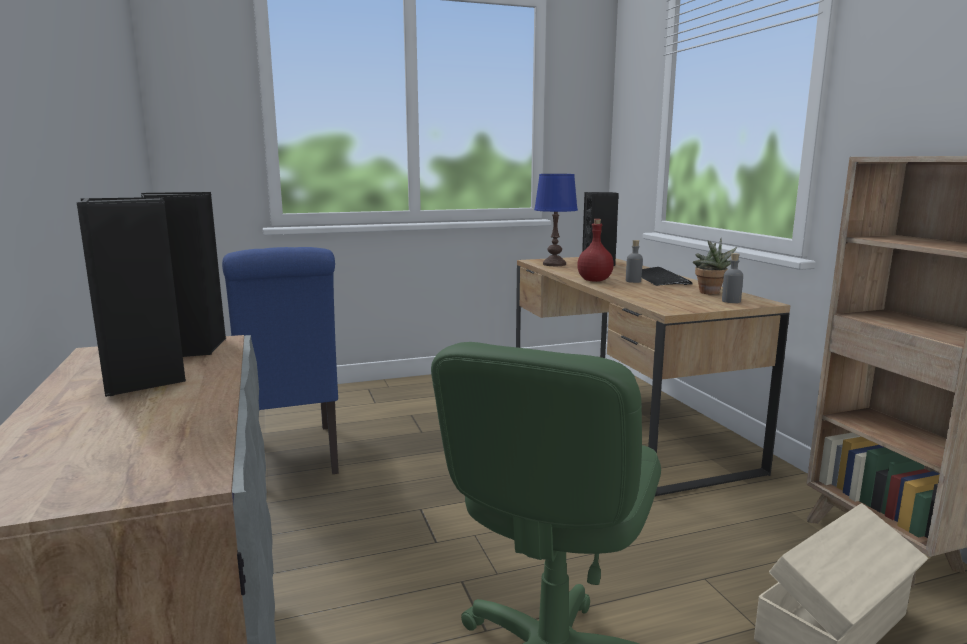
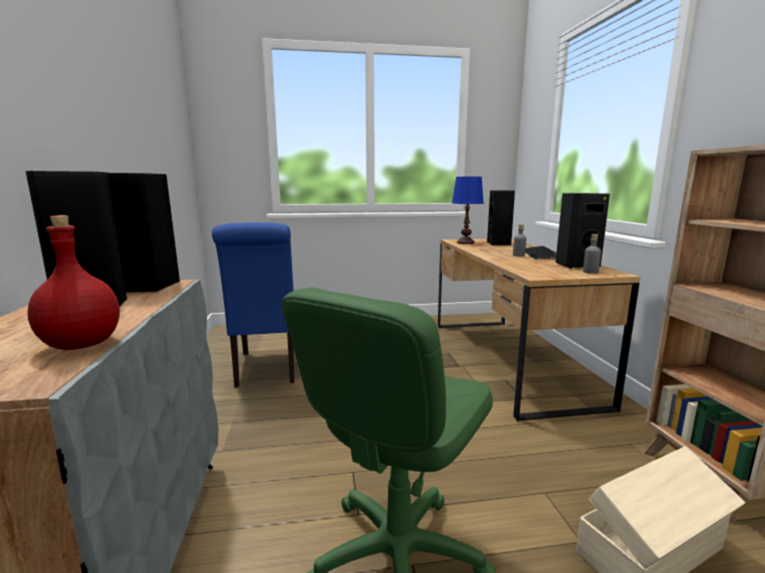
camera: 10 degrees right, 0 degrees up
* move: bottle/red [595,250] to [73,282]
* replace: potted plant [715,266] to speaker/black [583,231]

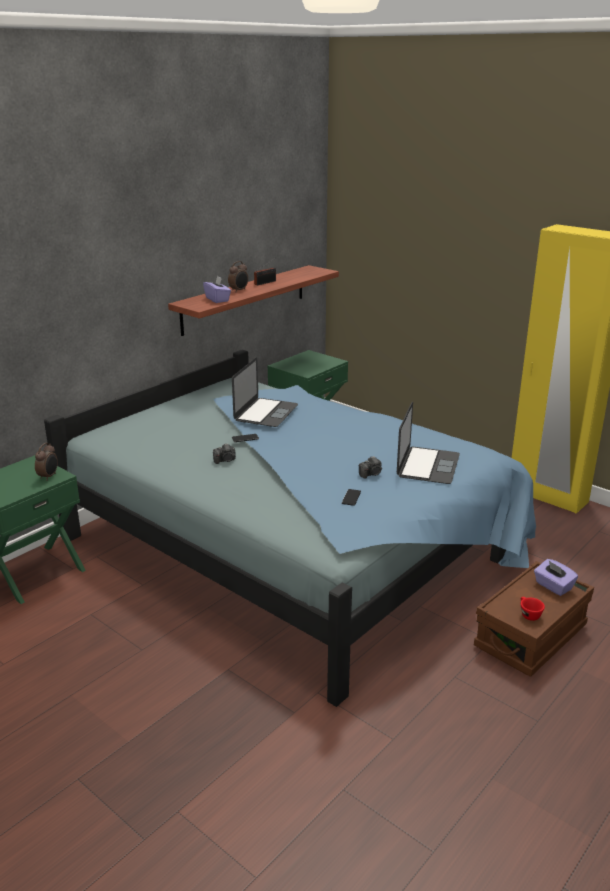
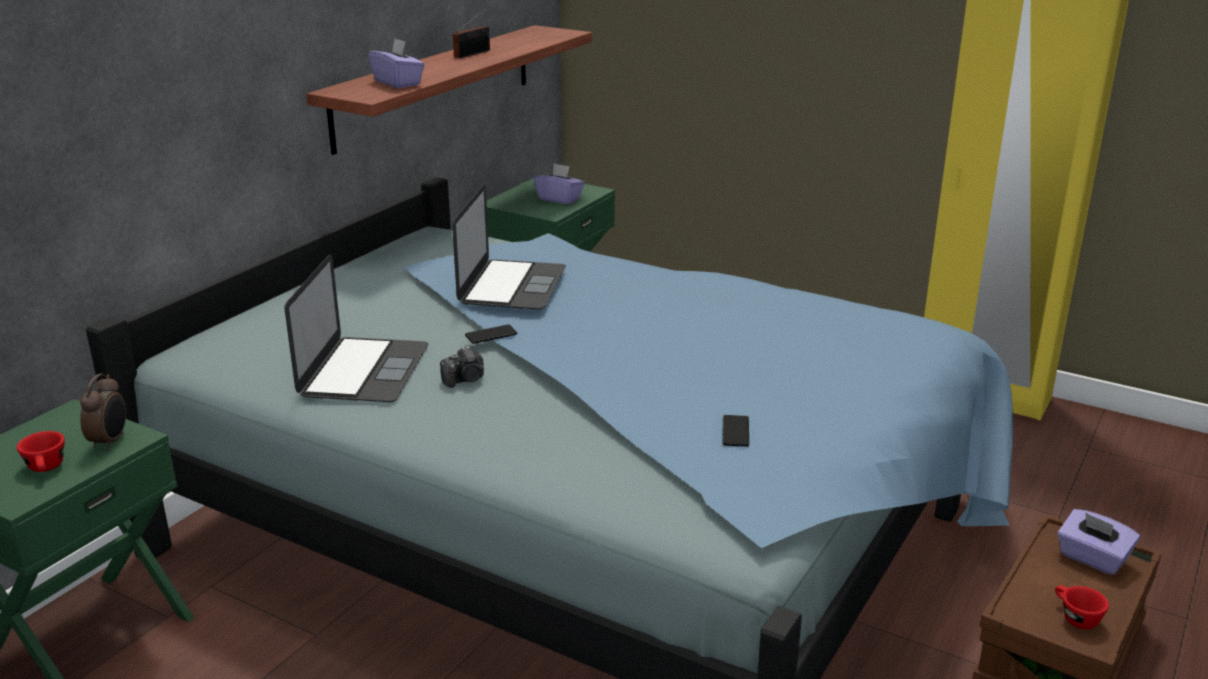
camera: 10 degrees left, 0 degrees up
* delete: alarm clock [238,276]
* delete: photo camera [370,467]
* insert: cup/red [41,451]
* insert: tissue box/purple [559,183]
* move: laptop [428,443] to [356,328]

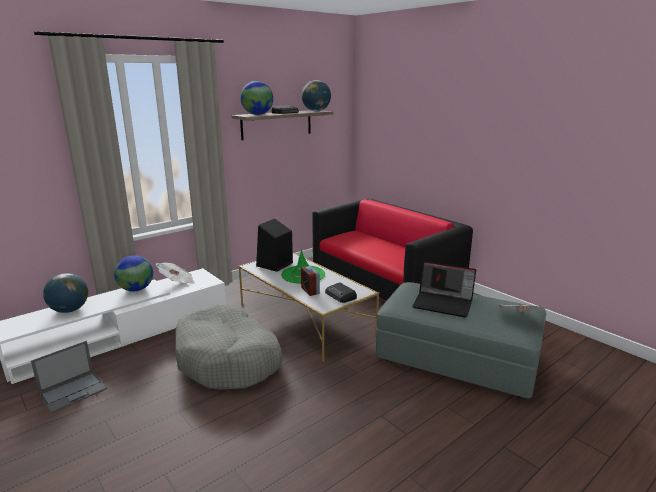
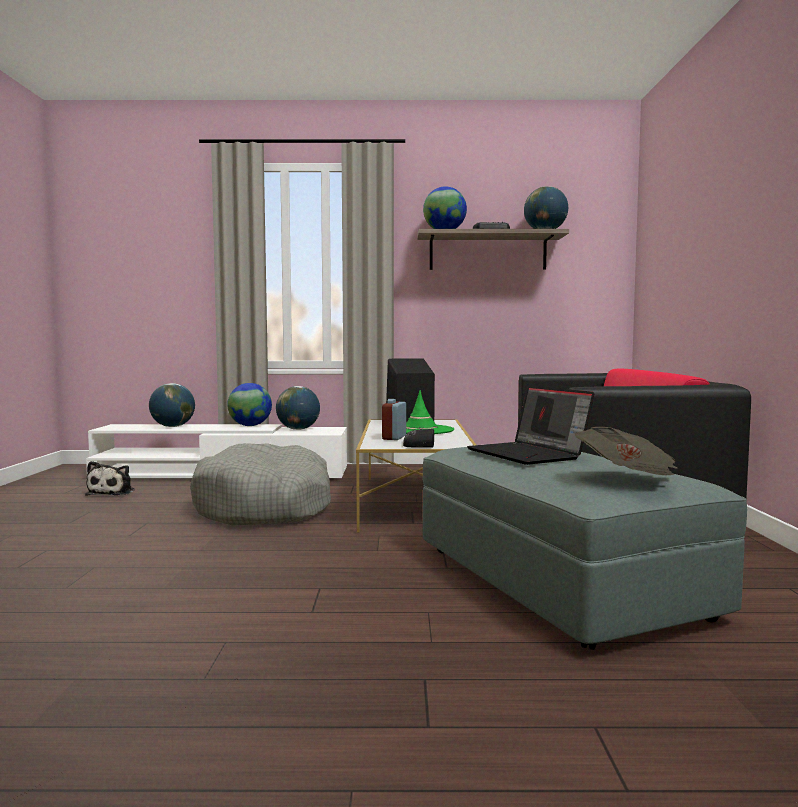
camera: 40 degrees right, 15 degrees down
* replace: laptop [69,377] to plush toy [109,478]
* replace: newspaper [175,273] to globe [298,408]

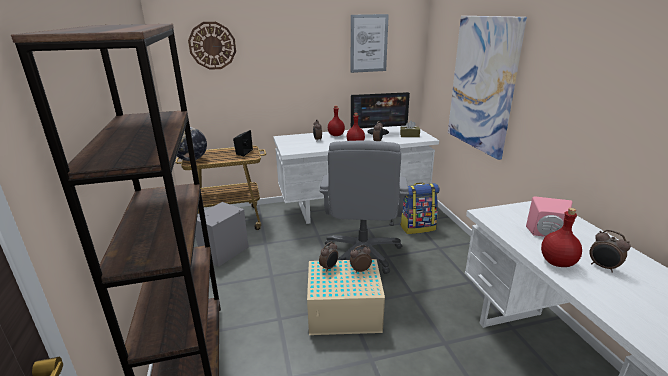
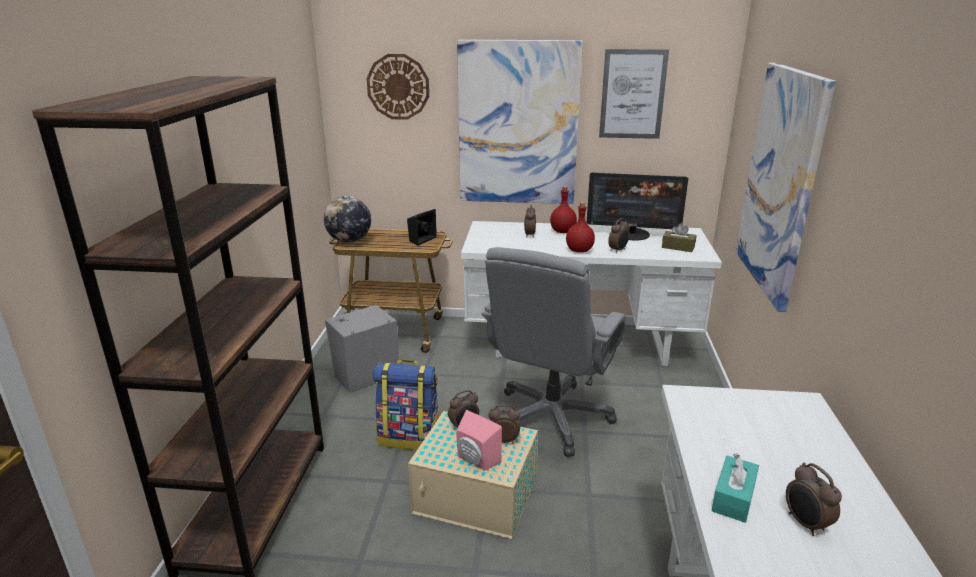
camera: 20 degrees right, 0 degrees up
* insert: picture [520,122]
* move: backpack [419,208] to [406,405]
* move: speaker/pink [549,216] to [479,440]
* replace: bottle/red [561,237] to tissue box/turquoise [735,488]

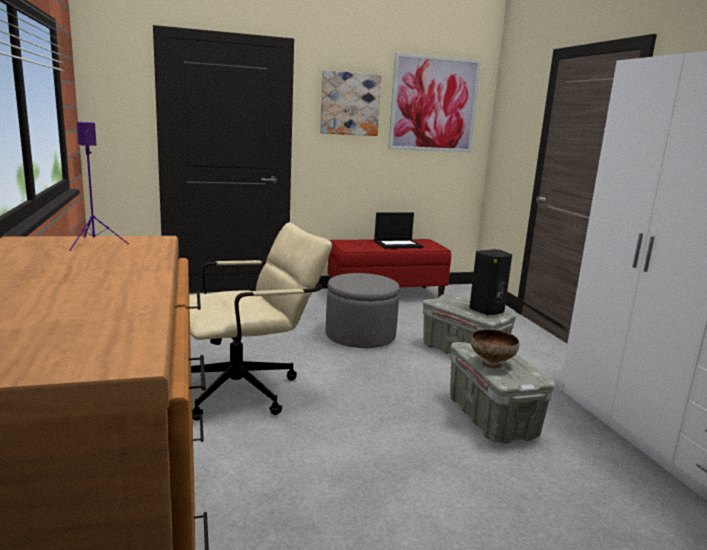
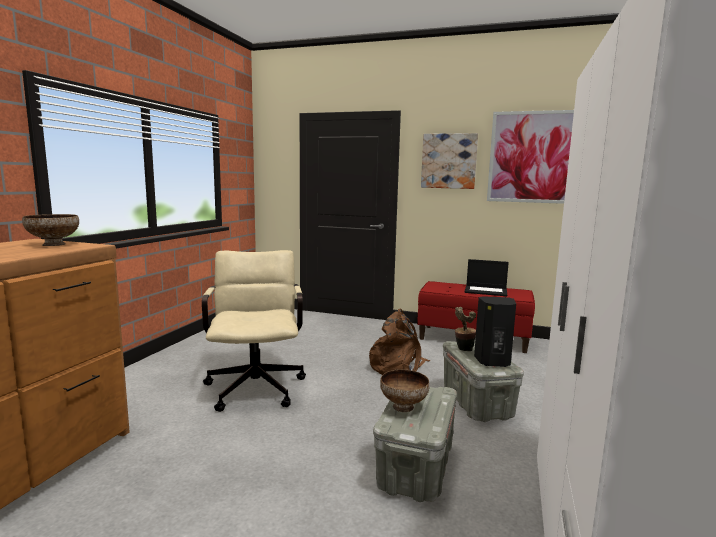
camera: 35 degrees right, 5 degrees down
* insert: potted plant [465,329]
* replace: speaker/purple [99,186] to bowl [50,230]
* replace: ottoman/grey [363,310] to backpack/brown [400,341]
* rotate: office chair/beige [260,322] = [254,331] 105 degrees counterclockwise

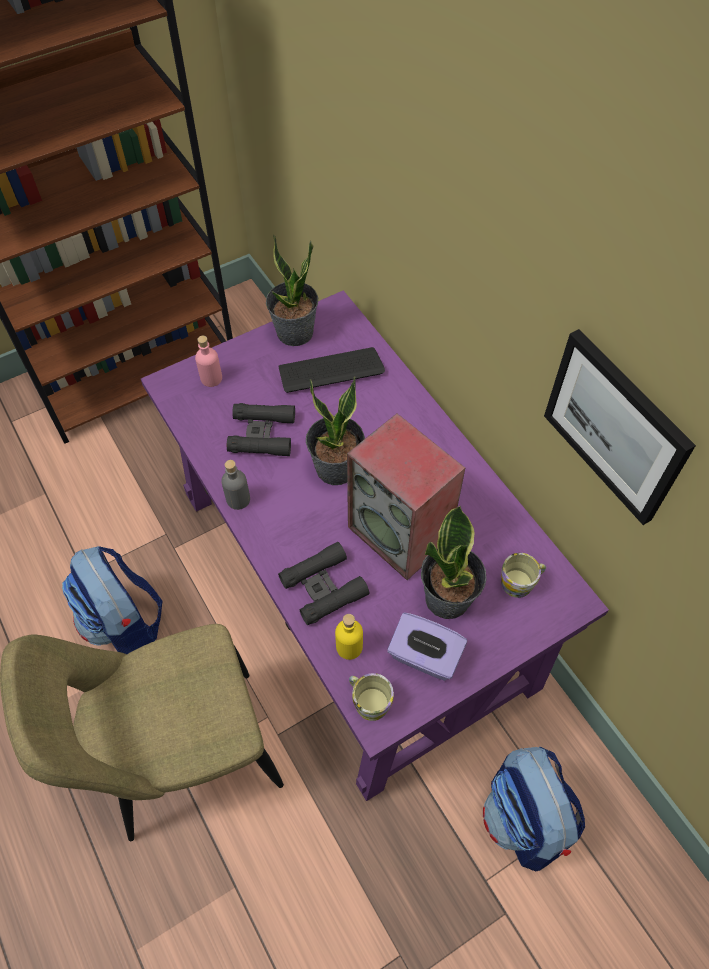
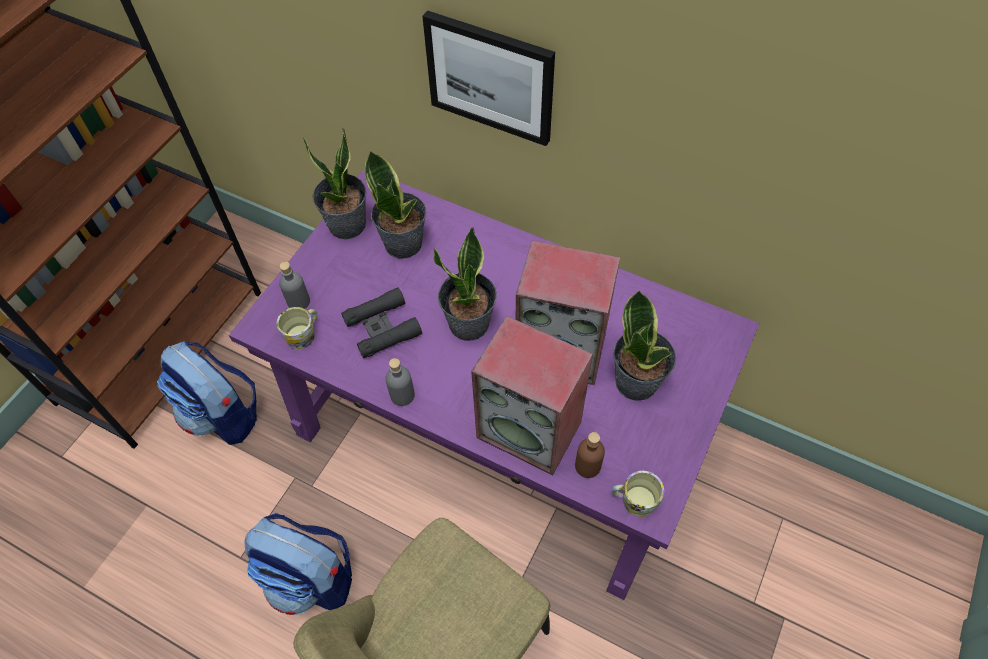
camera: 30 degrees left, 0 degrees up
* delete: tissue box/purple [427,646]
* move: backpack [534,809] to [207,393]
* move: mug [523,575] to [297,328]
* move: picture [620,427] to [488,78]
* replace: keyboard [331,370] to potted plant [395,204]
* replace: binoculars/black [324,583] to speaker [532,395]
* recolor: bottle/pink [208,361] to bottle/grey [294,285]
* recolor: bottle/yellow [349,637] to bottle/brown [590,455]

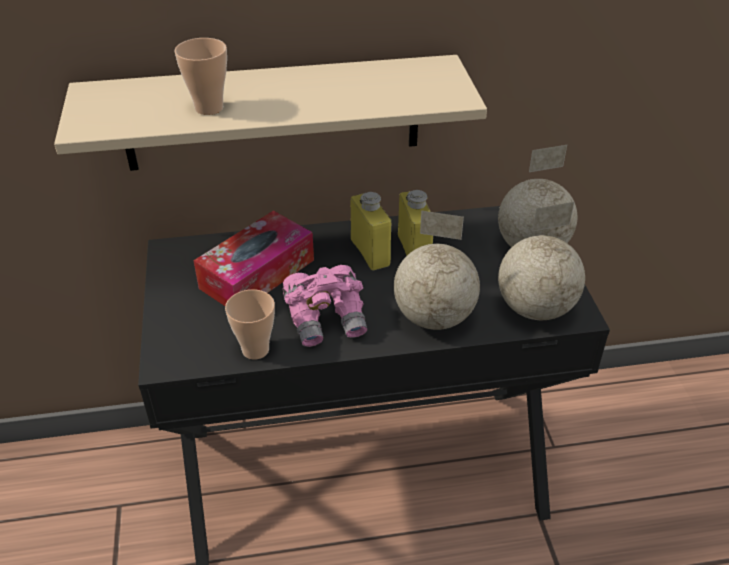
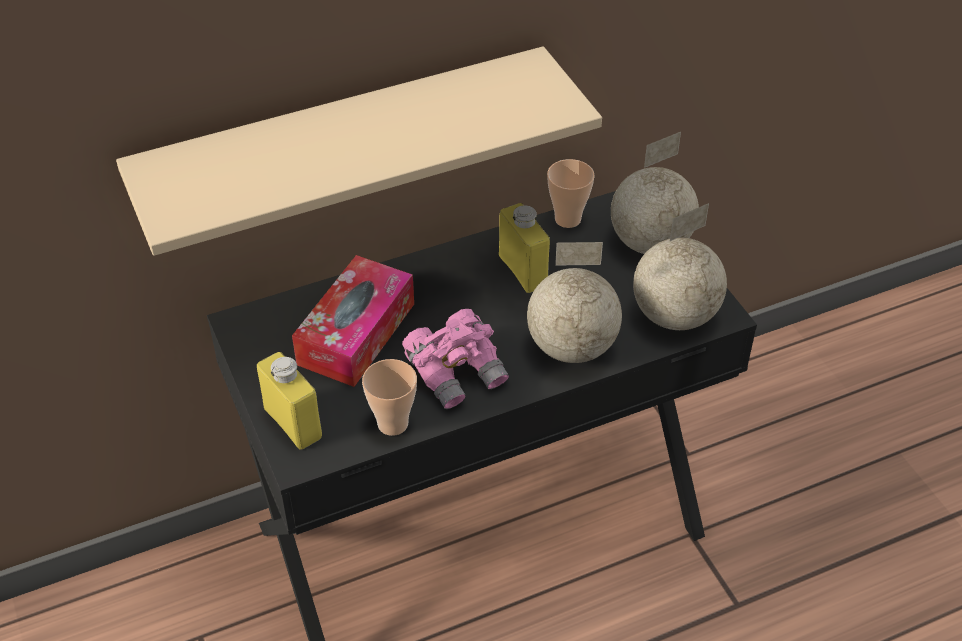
camera: 15 degrees left, 5 degrees up
* move: cup [200,76] to [570,193]
* move: bottle/yellow [371,231] to [289,401]

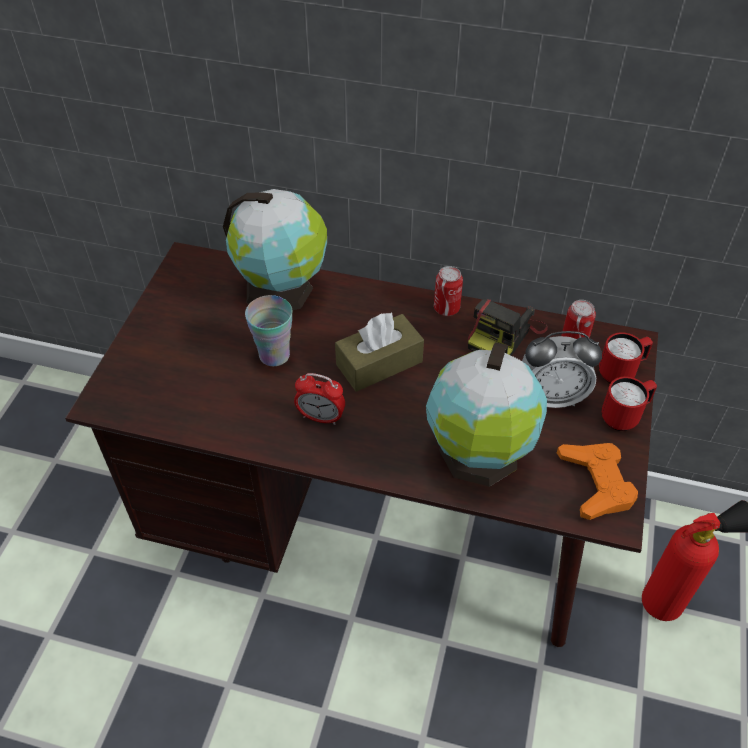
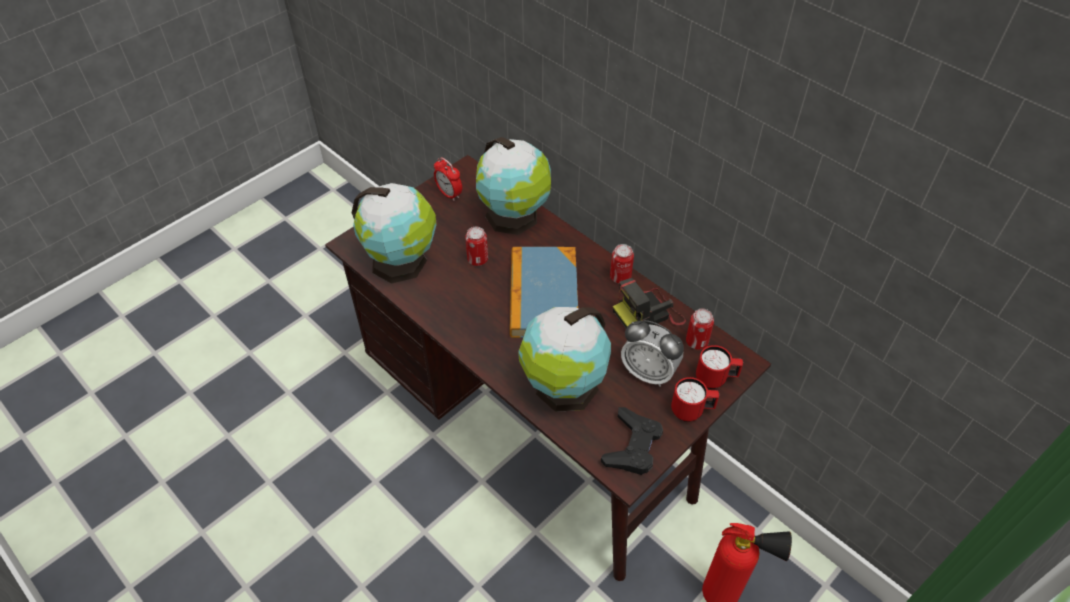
camera: 30 degrees right, 0 degrees up
* insert: globe [394,233]
* move: alarm clock [319,399] to [448,179]
* replace: cup [268,330] to can [476,246]
* replace: tissue box/brown [379,352] to book [544,292]
* recolor: game controller/orange [597,481] to game controller/black [632,441]

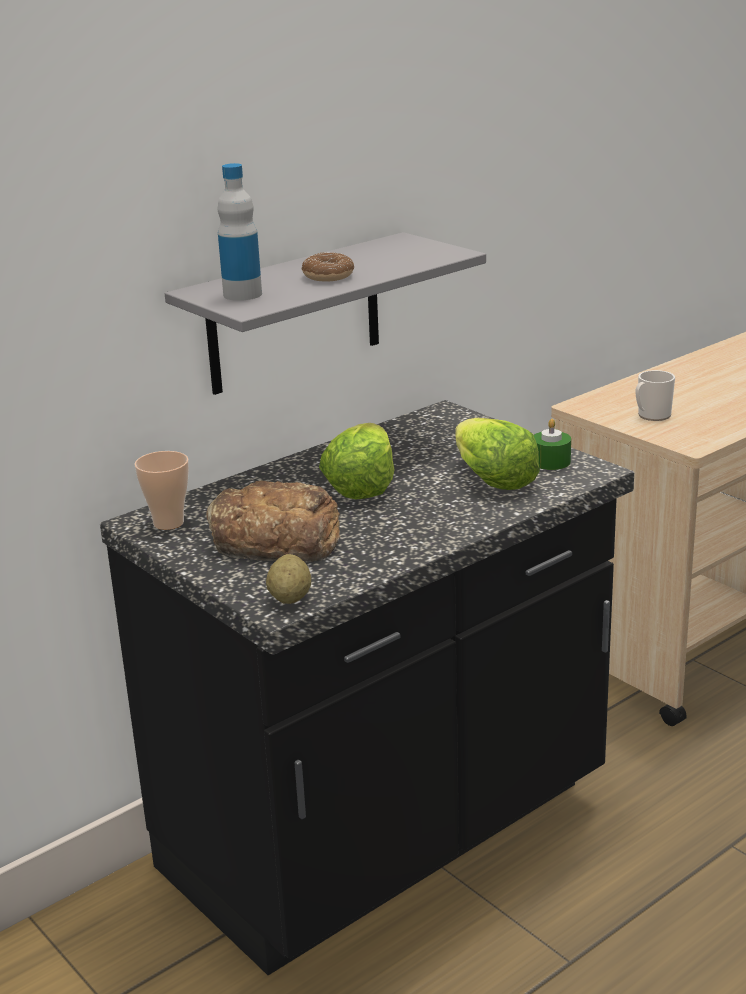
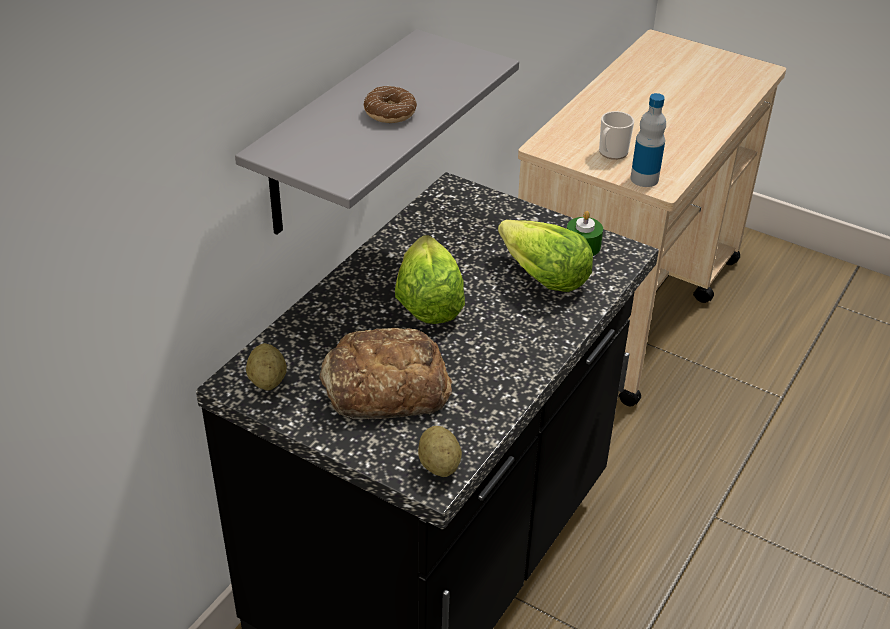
camera: 20 degrees left, 15 degrees up
* move: bottle [240,232] to [648,140]
* replace: cup [161,490] to potato [266,367]

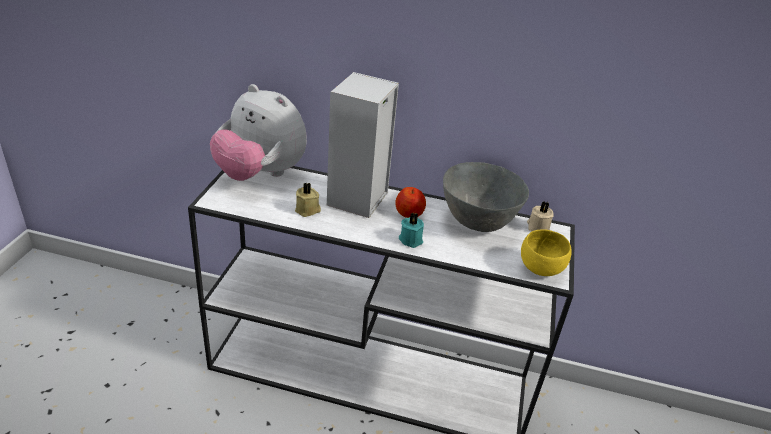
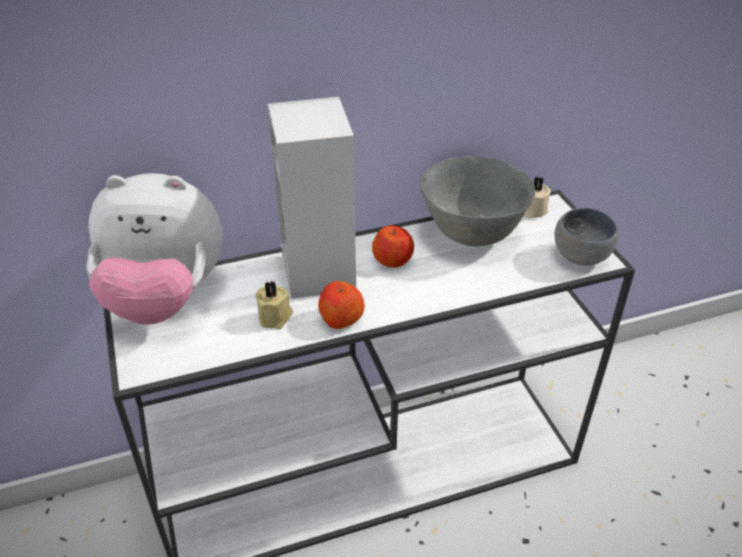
camera: 30 degrees left, 5 degrees up
* delete: candle/turquoise [411,230]
* insert: apple [341,305]
* recolor: bowl/yellow [546,252] to bowl/grey [586,237]

